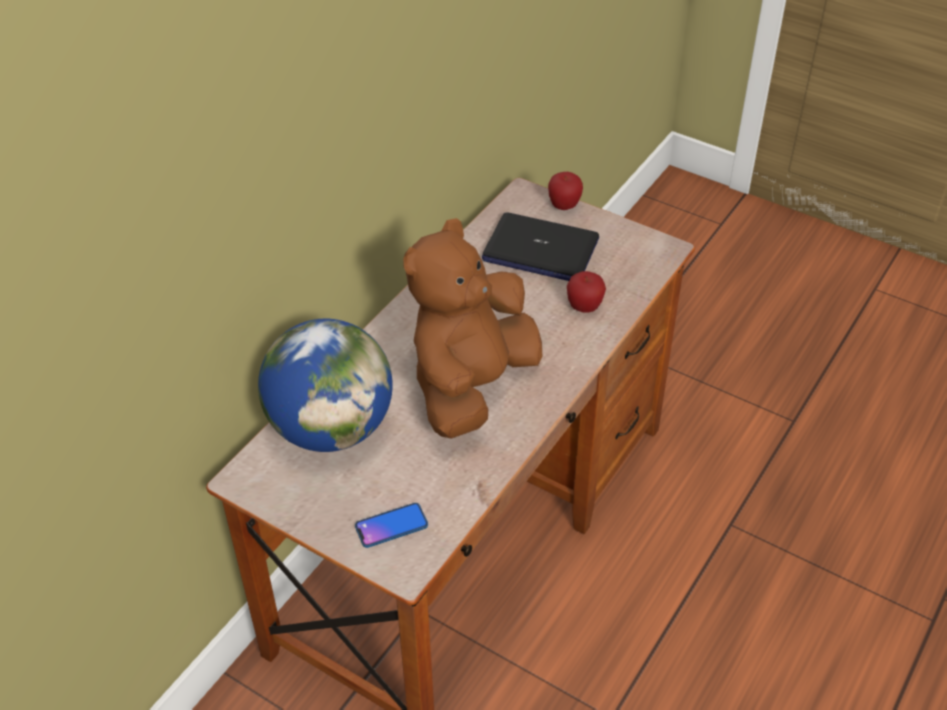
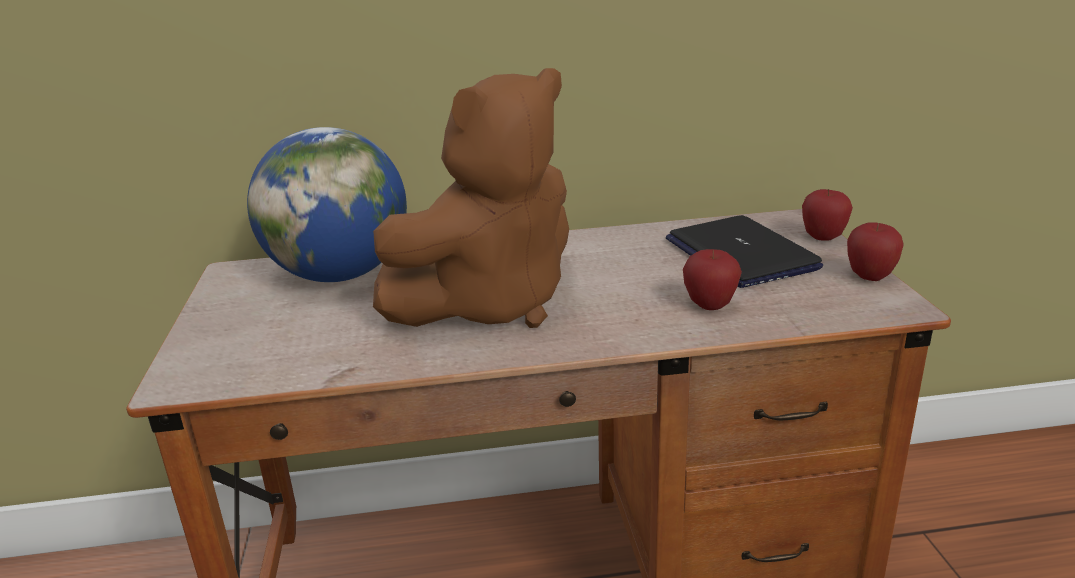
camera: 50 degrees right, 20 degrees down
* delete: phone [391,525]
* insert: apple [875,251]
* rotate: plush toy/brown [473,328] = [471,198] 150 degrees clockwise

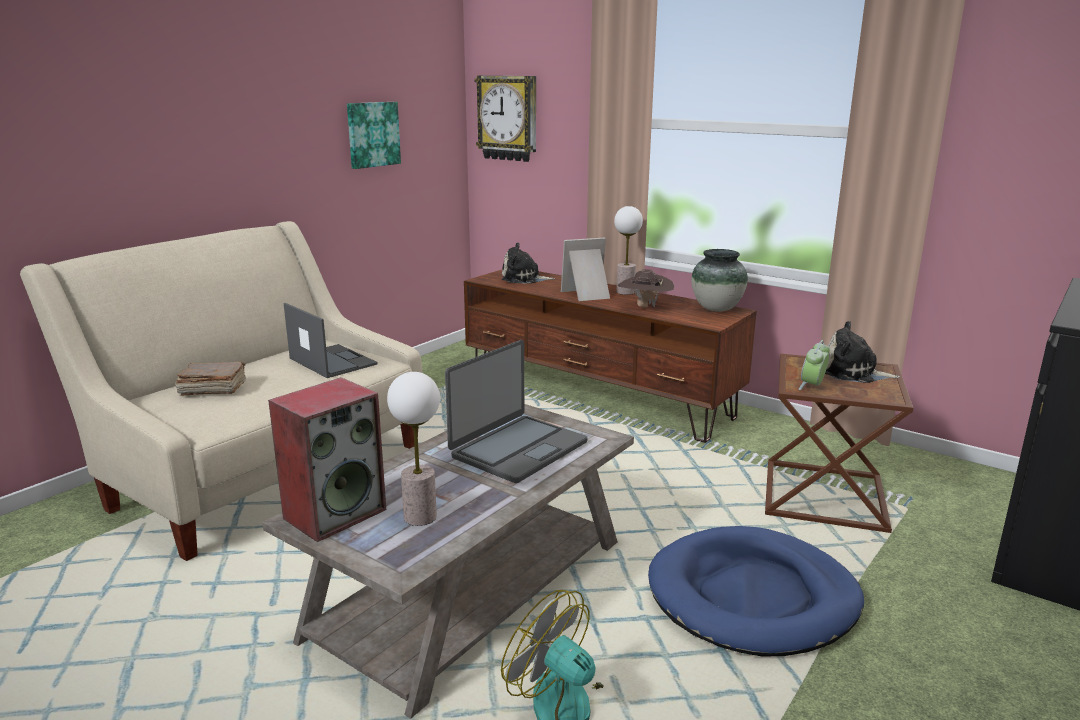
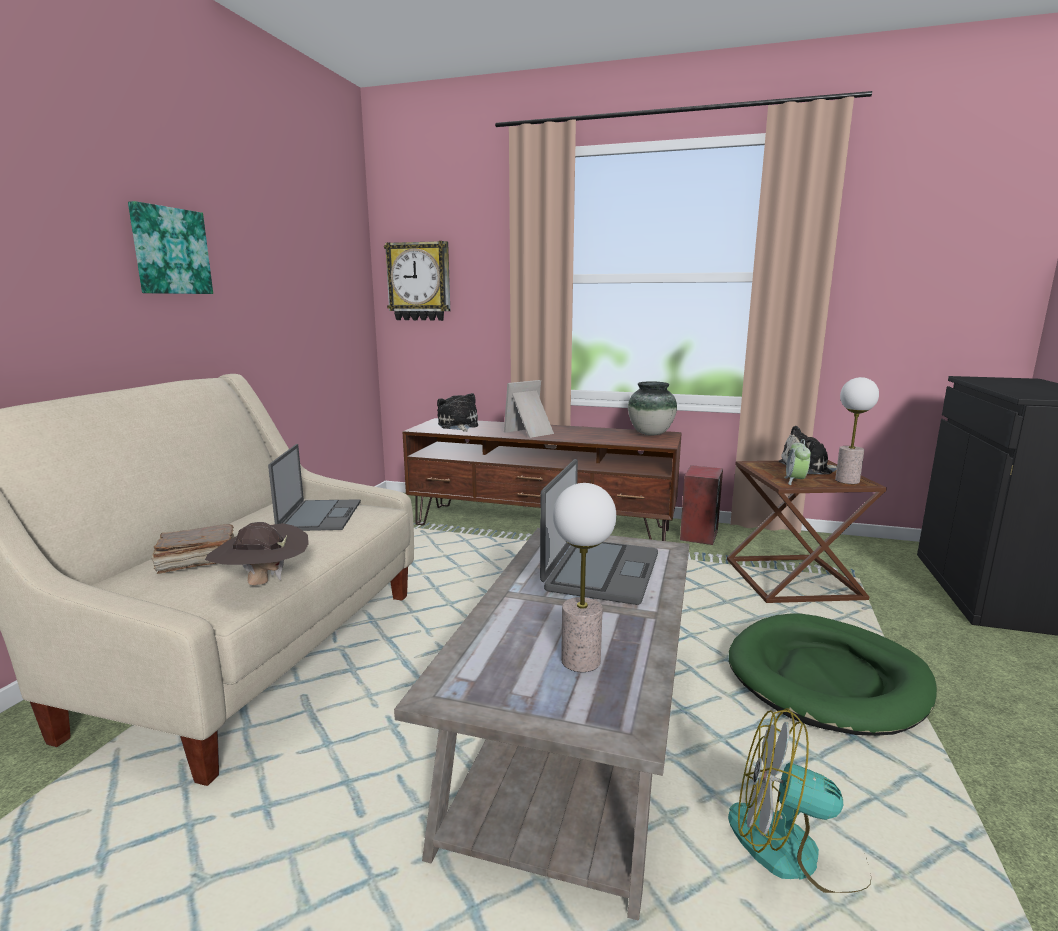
camera: 20 degrees left, 5 degrees down
* move: speaker [327,459] to [701,505]
* move: picture [374,135] to [170,247]
* move: table lamp [628,250] to [857,430]
* move: hat/brown [646,288] to [257,553]
* recolor: dog bed/blue [756,591] to dog bed/green [833,674]
* rotate: laptop [331,340] = [314,487] 60 degrees clockwise
* rotate: plush toy [528,263] = [457,412] 90 degrees clockwise

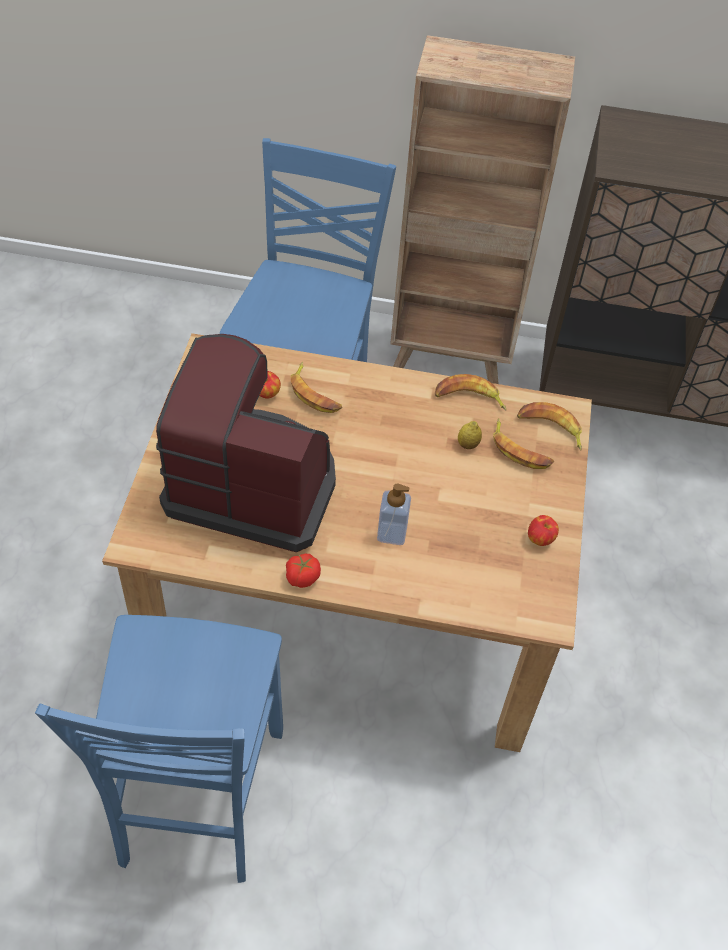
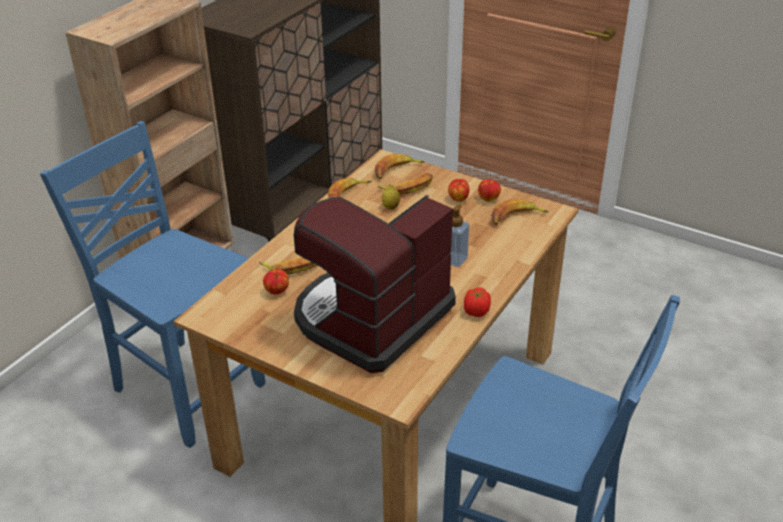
camera: 65 degrees left, 15 degrees down
* insert: apple [459,190]
* insert: banana [520,212]

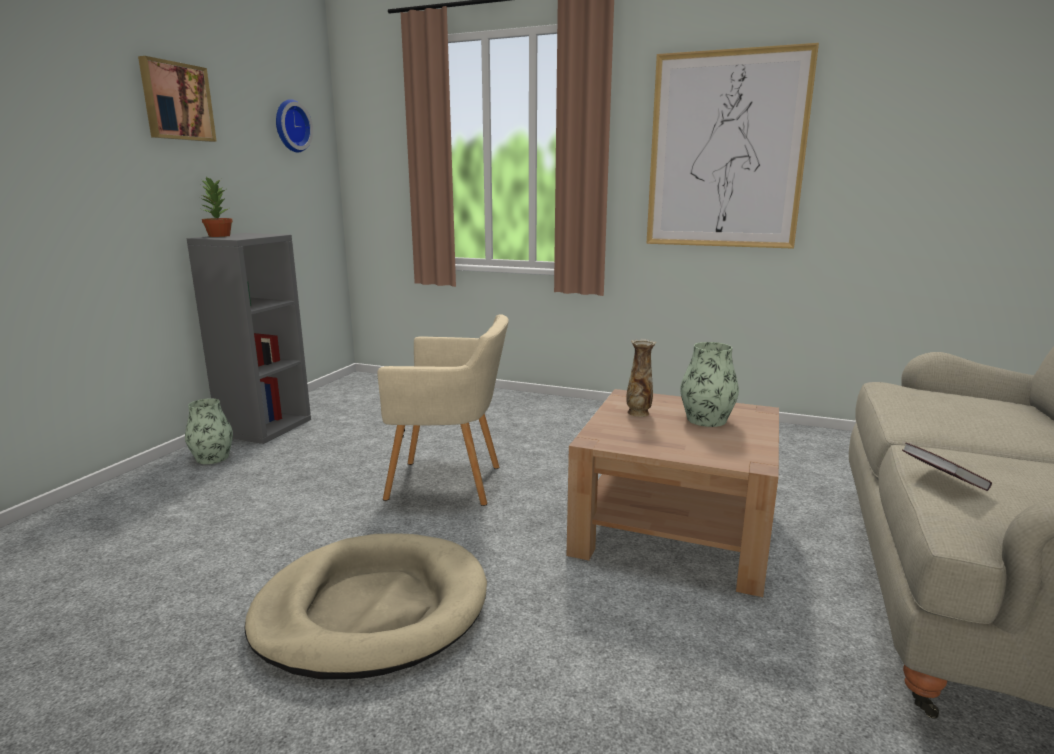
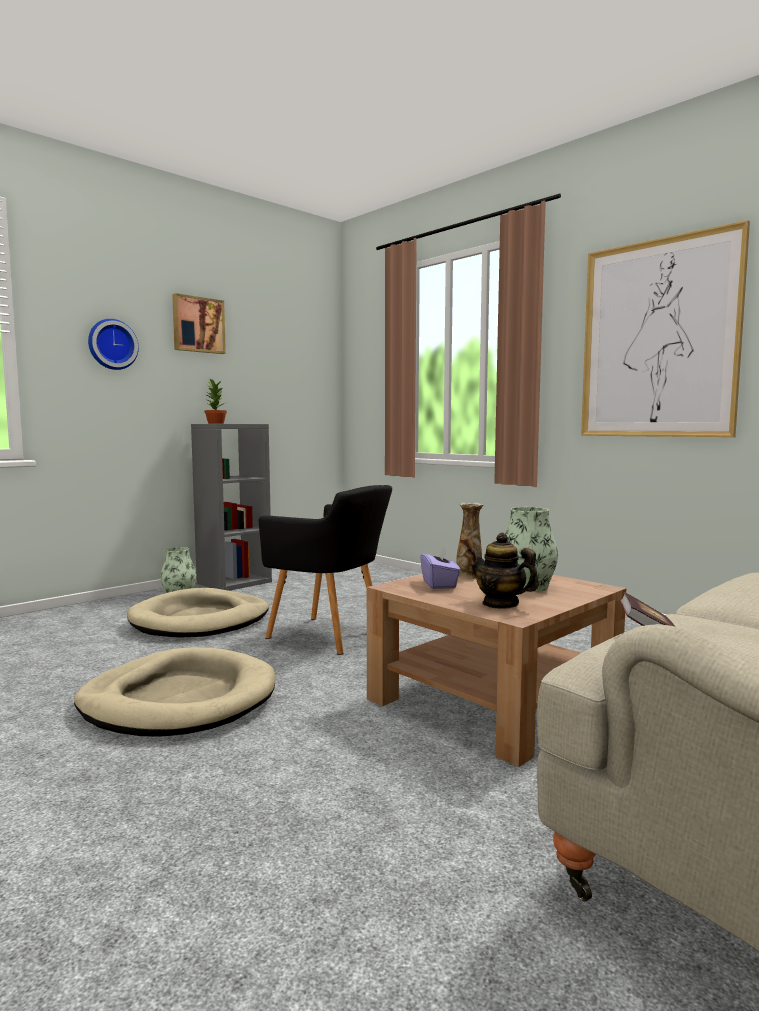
camera: 25 degrees right, 10 degrees down
* insert: dog bed/beige [198,613]
* insert: tissue box/purple [440,567]
* insert: teapot [503,571]
* move: wall clock [294,125] to [113,344]
* recolor: armchair/beige [443,410] to armchair/black [325,570]

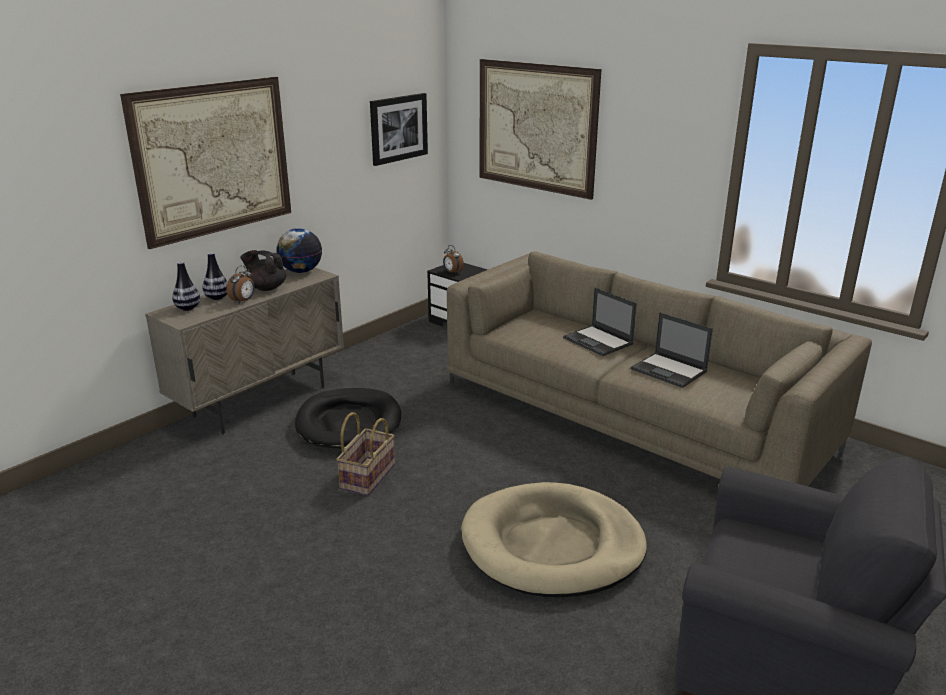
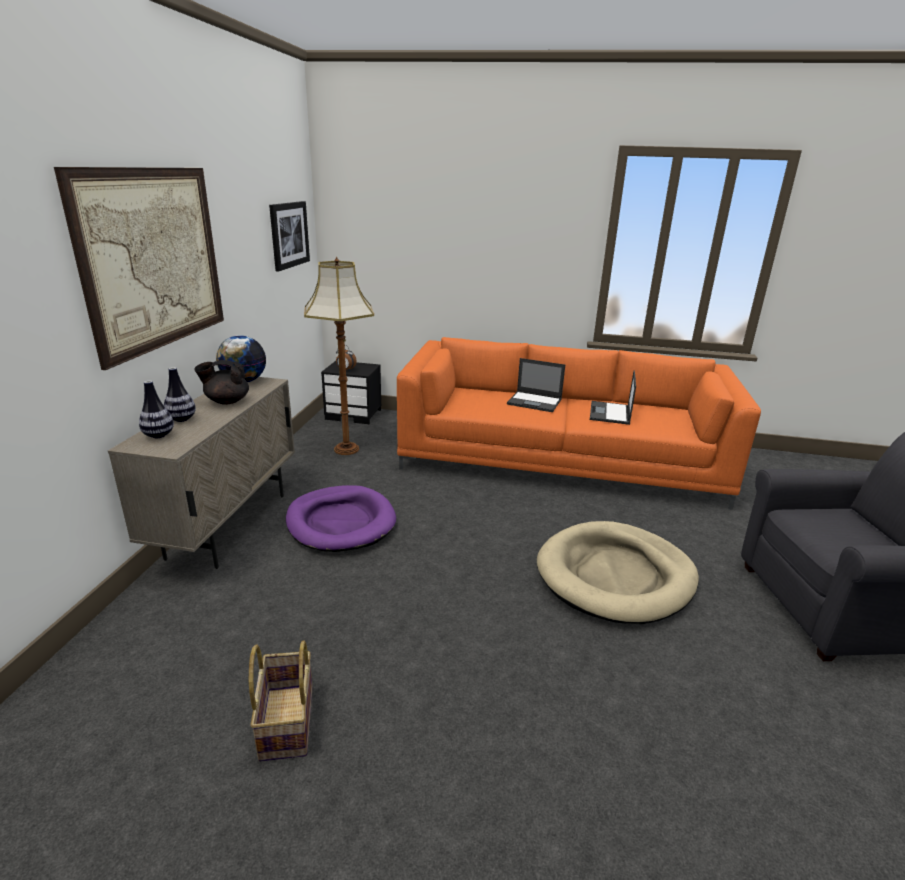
camera: 30 degrees left, 0 degrees up
* delete: alarm clock [241,284]
* delete: picture [540,129]
* insert: floor lamp [339,355]
* move: basket [365,454] to [281,701]
* recolor: dog bed/black [348,418] to dog bed/purple [341,518]
* recolor: sofa/beige [659,368] to sofa/orange [579,423]
* rotate: laptop [672,350] = [613,398] 90 degrees clockwise

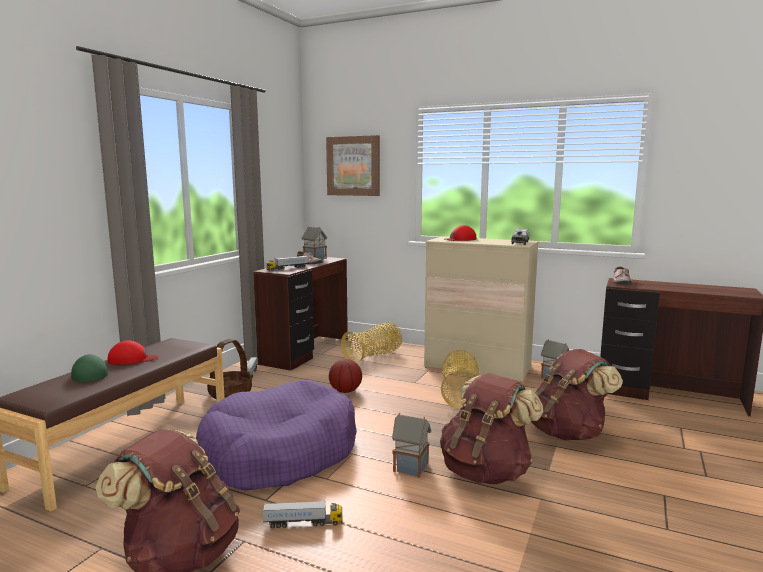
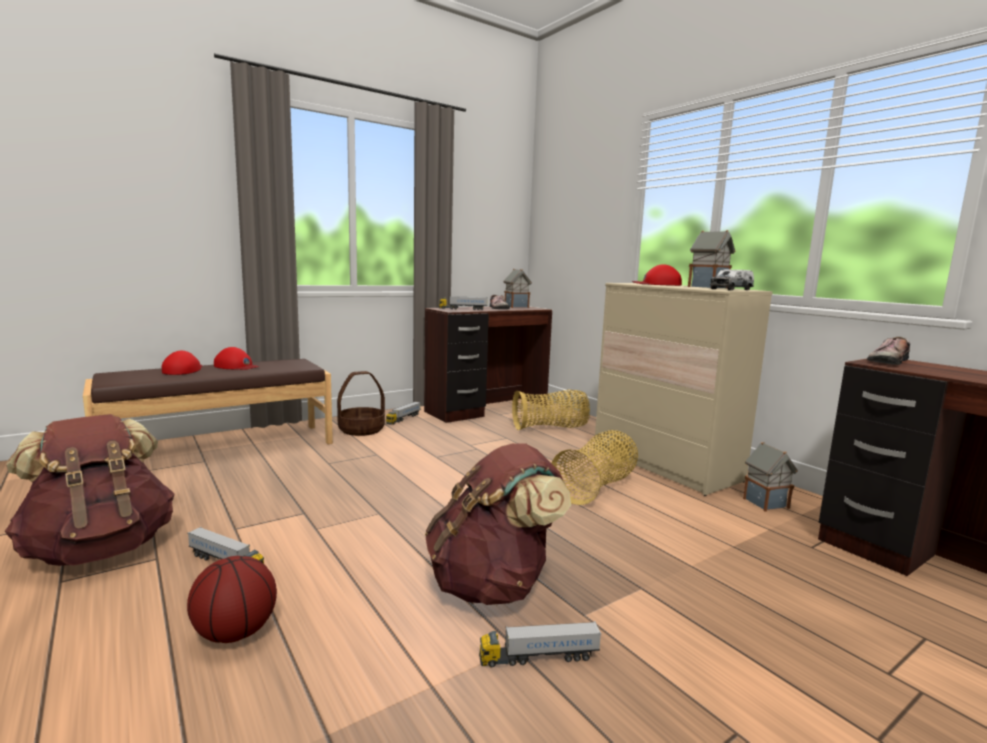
camera: 30 degrees right, 0 degrees up
* delete: dog bed/purple [276,435]
* delete: picture [353,165]
* delete: backpack/brown [577,394]
* insert: toy truck [540,644]
* move: basketball [345,376] to [232,599]
* move: toy house [412,445] to [711,259]
* recolor: cap/green [89,368] to cap/red [182,363]

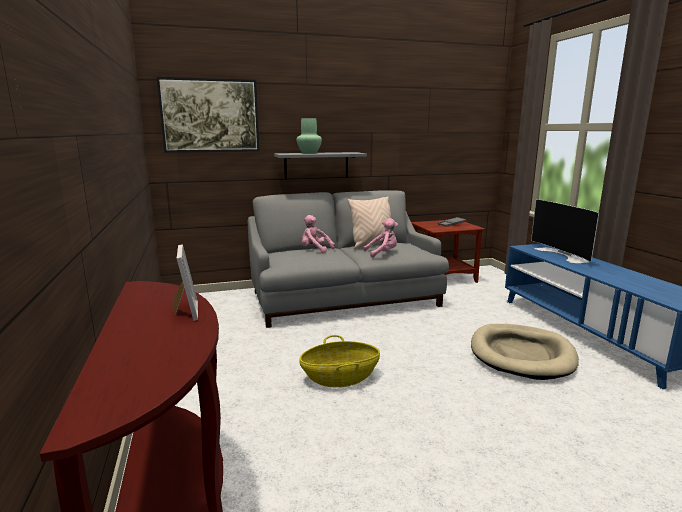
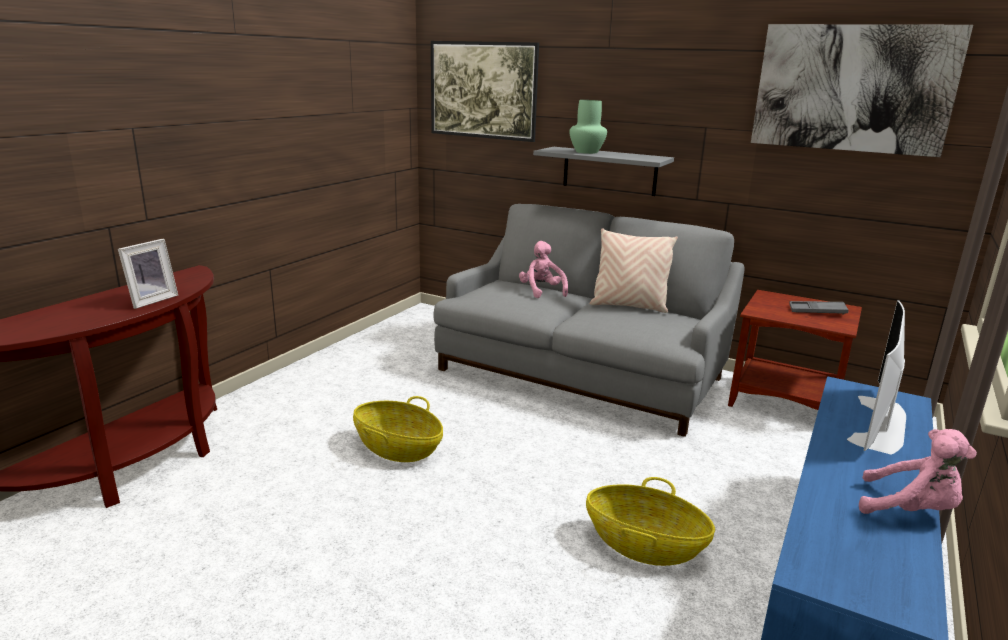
camera: 45 degrees right, 5 degrees up
* insert: picture [862,90]
* move: plush toy/pink [381,238] to [918,471]
* replace: dog bed/beige [525,352] to basket [650,521]

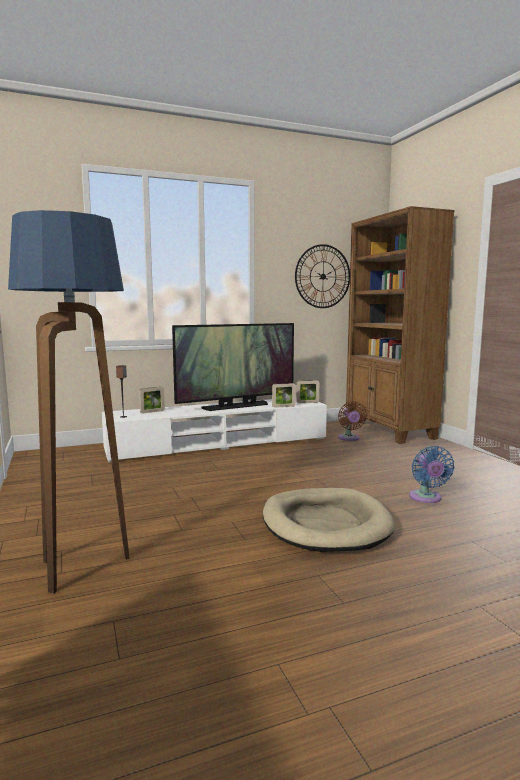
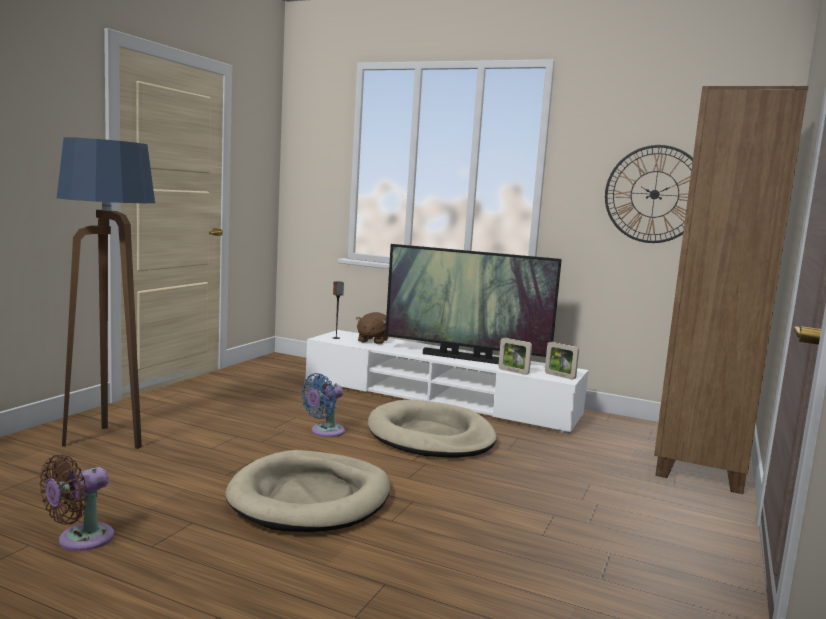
camera: 45 degrees right, 0 degrees up
* insert: dog bed/beige [432,429]
* move: fan/brown [352,421] to [77,503]
* move: fan/blue [432,474] to [323,405]
* replace: picture frame [152,400] to plush toy/brown [372,328]

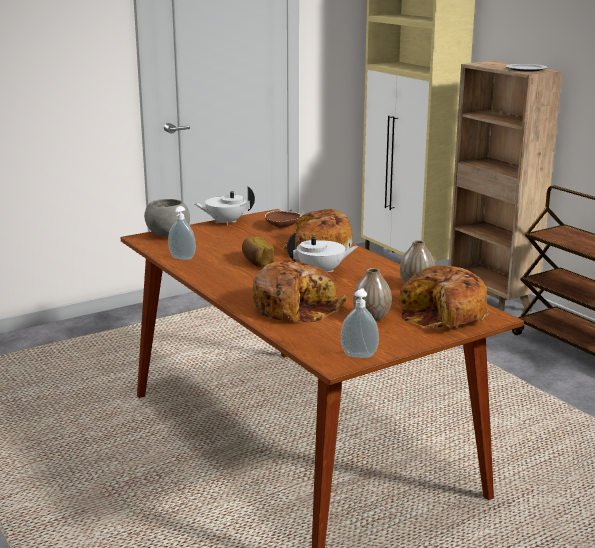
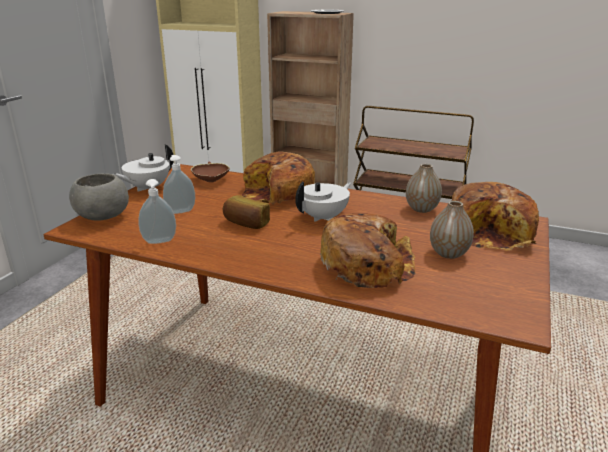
camera: 35 degrees left, 5 degrees up
* move: soap dispenser [360,323] to [179,184]

